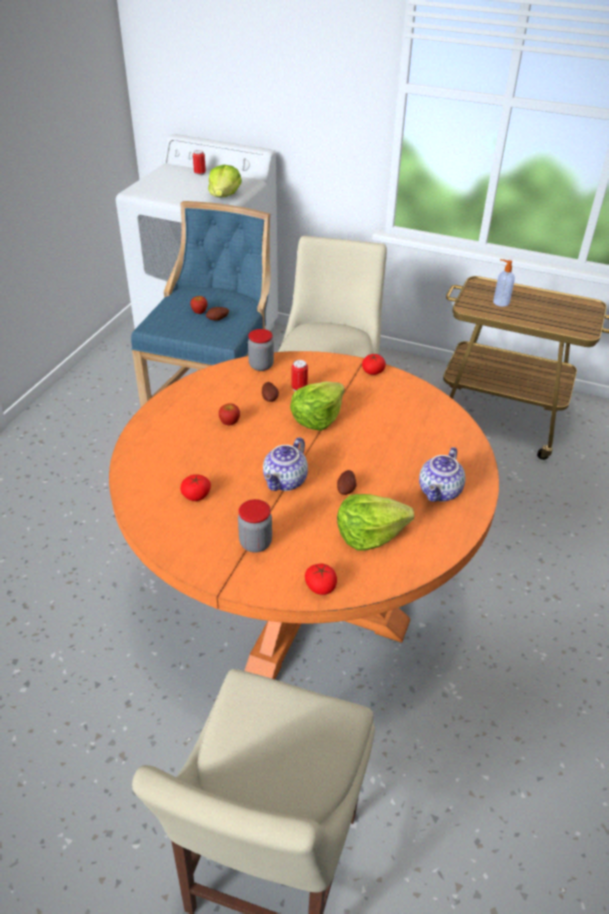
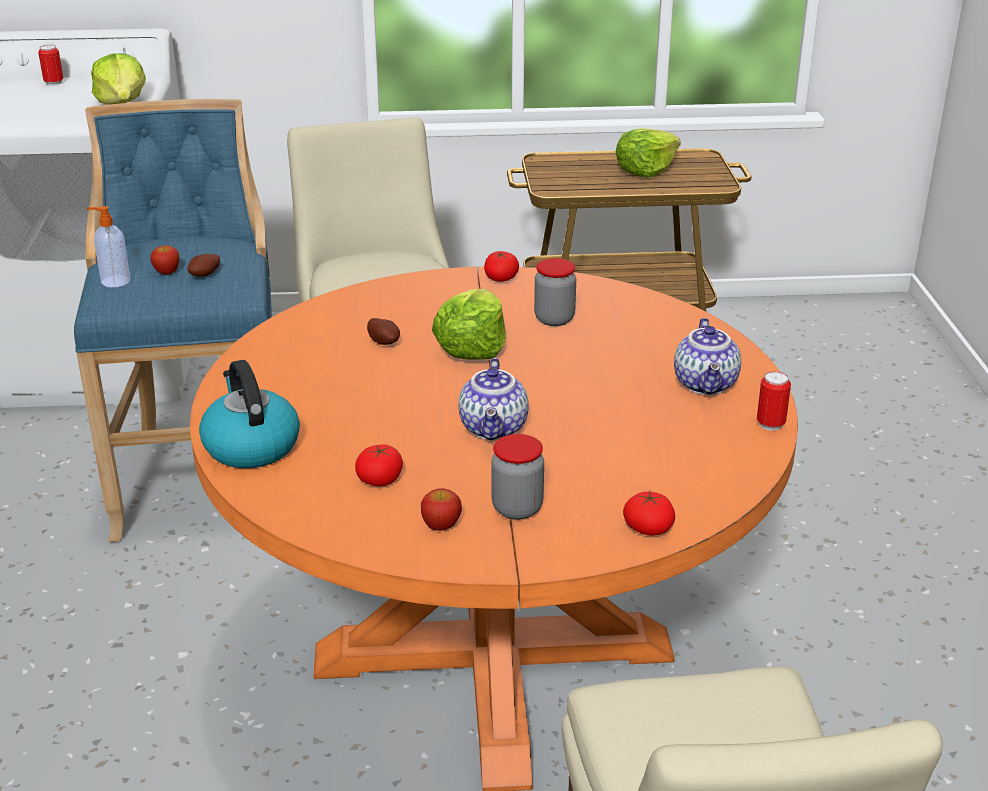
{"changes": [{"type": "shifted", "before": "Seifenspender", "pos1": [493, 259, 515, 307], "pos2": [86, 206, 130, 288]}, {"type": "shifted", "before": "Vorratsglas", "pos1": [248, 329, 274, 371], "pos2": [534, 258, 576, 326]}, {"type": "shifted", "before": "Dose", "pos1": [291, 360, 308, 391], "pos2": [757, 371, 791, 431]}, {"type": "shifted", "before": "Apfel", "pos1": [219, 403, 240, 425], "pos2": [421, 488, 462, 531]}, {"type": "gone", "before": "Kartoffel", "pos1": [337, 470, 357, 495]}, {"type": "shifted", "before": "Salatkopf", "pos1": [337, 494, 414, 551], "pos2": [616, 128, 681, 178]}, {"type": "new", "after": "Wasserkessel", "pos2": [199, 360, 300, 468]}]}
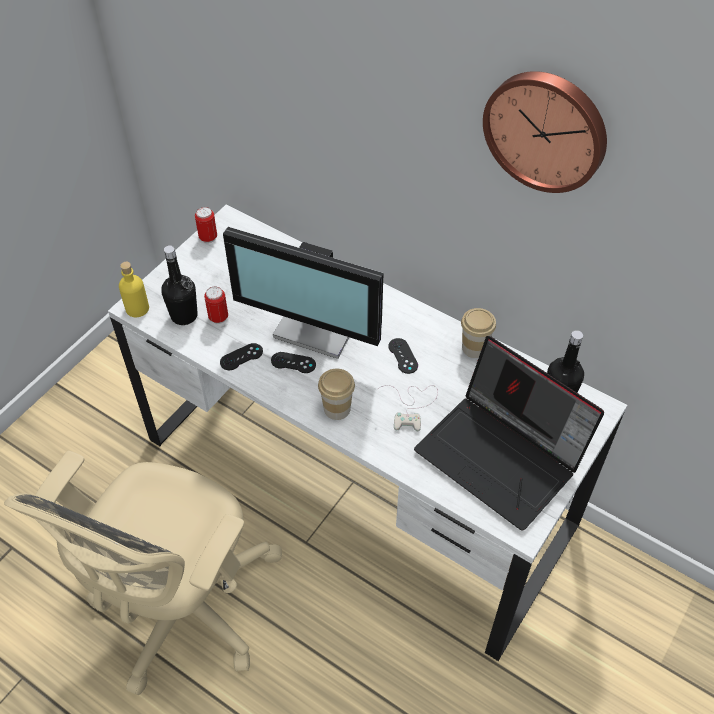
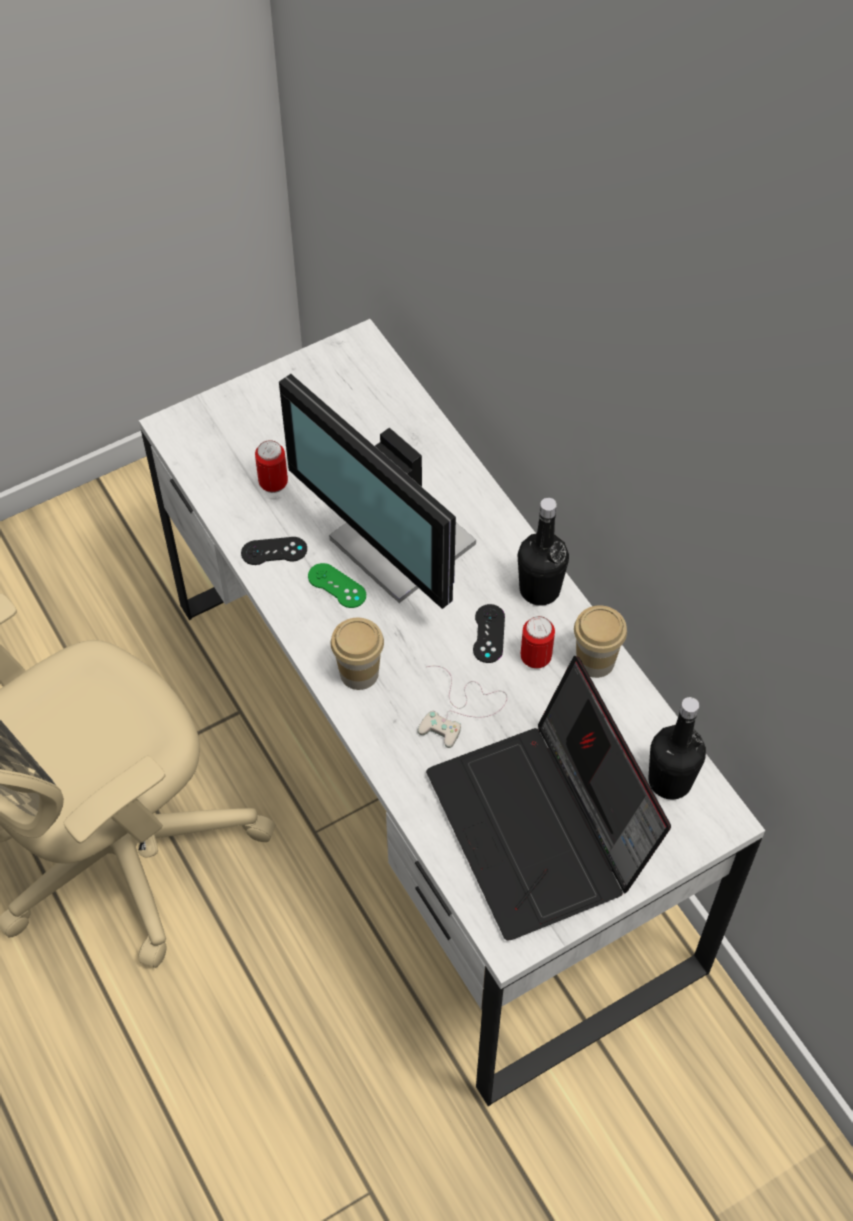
{"changes": [{"type": "gone", "before": "Wanduhr", "pos1": [483, 71, 607, 193]}, {"type": "shifted", "before": "Dose", "pos1": [195, 207, 217, 243], "pos2": [521, 616, 555, 669]}, {"type": "shifted", "before": "Flasche [schwarz]", "pos1": [162, 245, 198, 325], "pos2": [518, 498, 569, 606]}, {"type": "gone", "before": "Flasche [gelb]", "pos1": [119, 262, 149, 317]}, {"type": "repainted", "before": "Gamepad [schwarz]", "after": "Gamepad [grün]", "pos1": [271, 352, 316, 373], "pos2": [308, 563, 366, 608]}]}
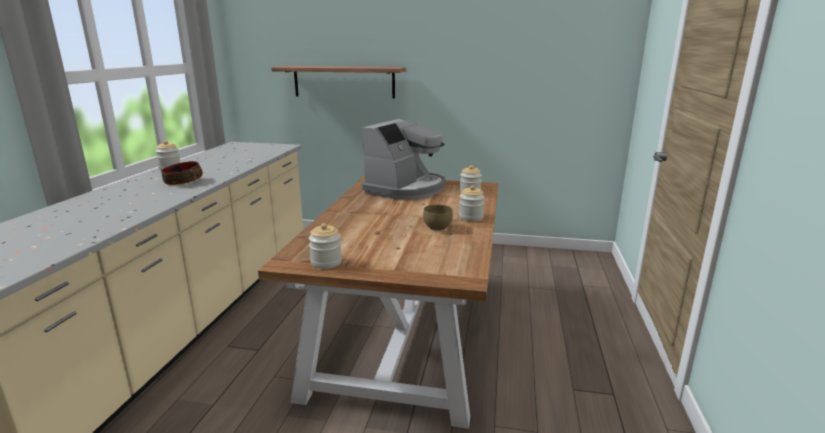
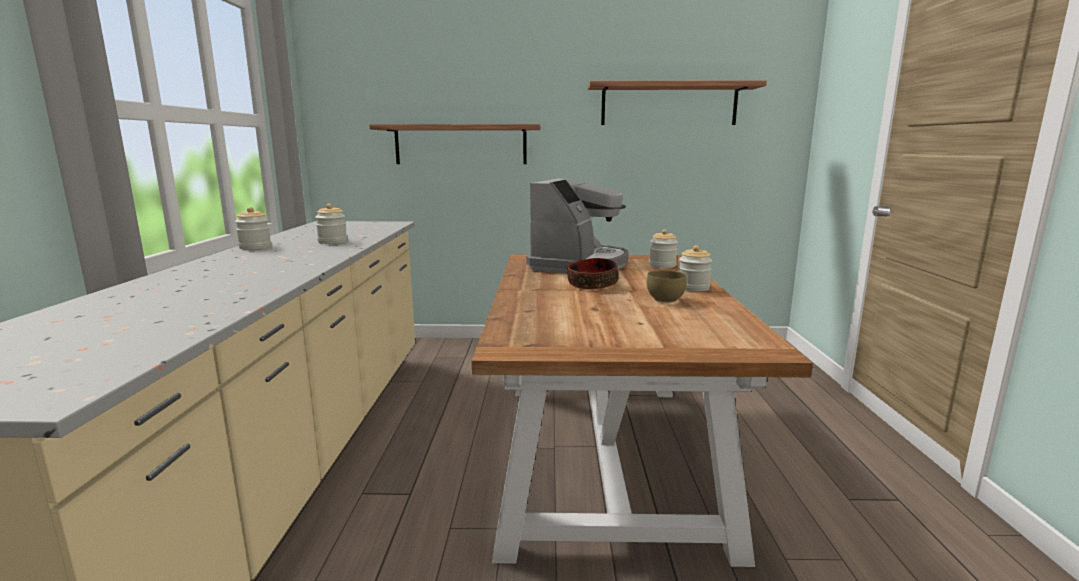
{"changes": [{"type": "shifted", "before": "Schüssel", "pos1": [161, 161, 203, 185], "pos2": [568, 258, 619, 290]}, {"type": "shifted", "before": "Vorratsglas", "pos1": [309, 223, 342, 269], "pos2": [315, 204, 347, 244]}, {"type": "new", "after": "Wandregal", "pos2": [588, 80, 767, 125]}]}
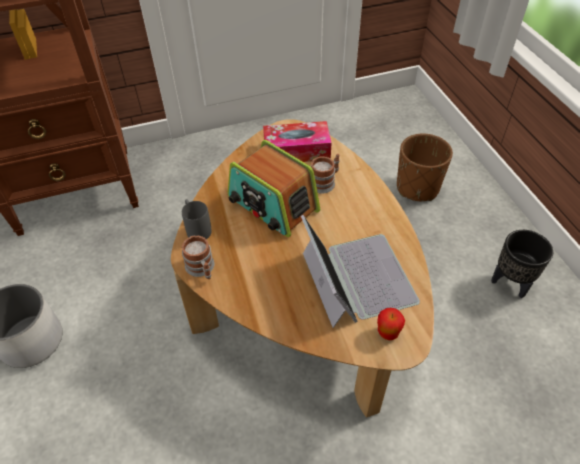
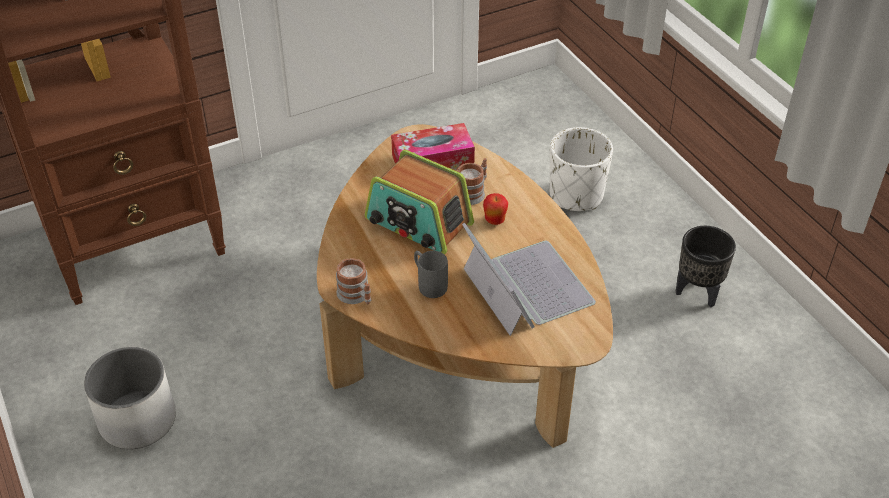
{"changes": [{"type": "repainted", "before": "Pflanzkübel [braun]", "after": "Pflanzkübel [weiß]", "pos1": [397, 134, 453, 201], "pos2": [550, 127, 613, 211]}, {"type": "shifted", "before": "Henkelbecher [grau]", "pos1": [182, 199, 212, 239], "pos2": [414, 251, 448, 298]}, {"type": "shifted", "before": "Apfel", "pos1": [377, 308, 405, 340], "pos2": [483, 193, 508, 225]}]}
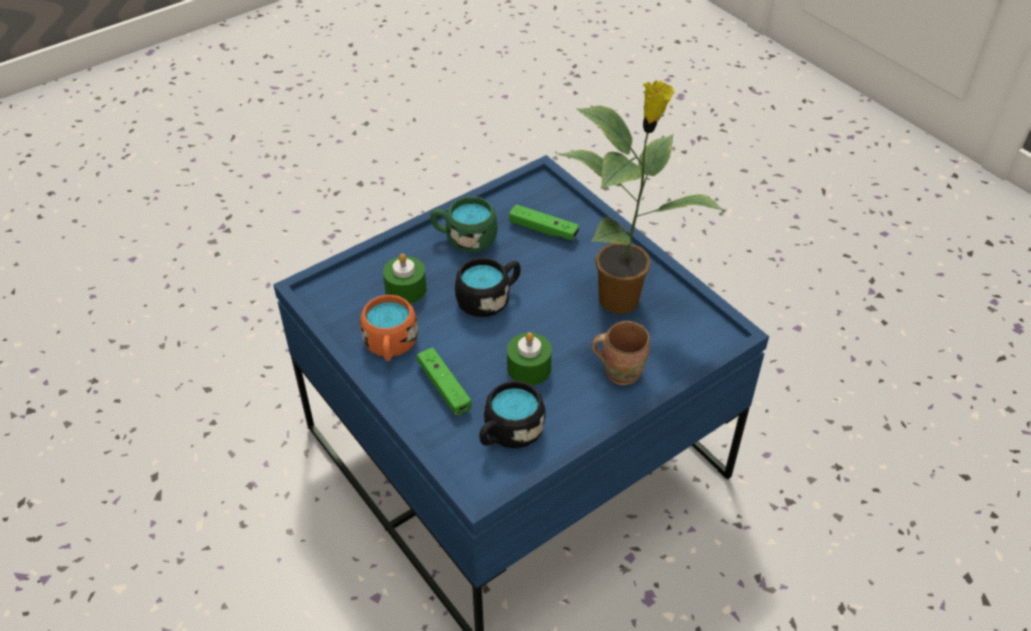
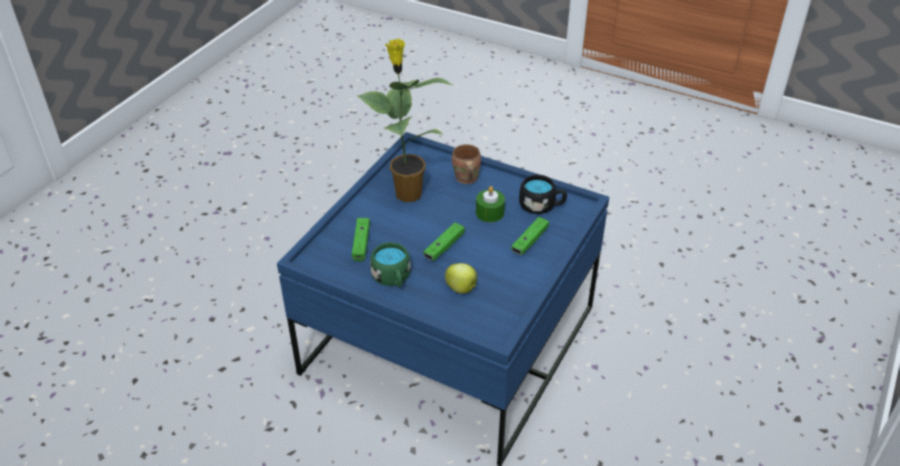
{"changes": [{"type": "swapped", "before": "Kerze [grün]", "after": "Apfel", "pos1": [383, 253, 427, 304], "pos2": [445, 263, 477, 293]}, {"type": "swapped", "before": "Henkelbecher [schwarz]", "after": "Gamepad [grün]", "pos1": [455, 258, 521, 317], "pos2": [423, 223, 465, 261]}, {"type": "gone", "before": "Henkelbecher [orange]", "pos1": [360, 295, 418, 362]}]}
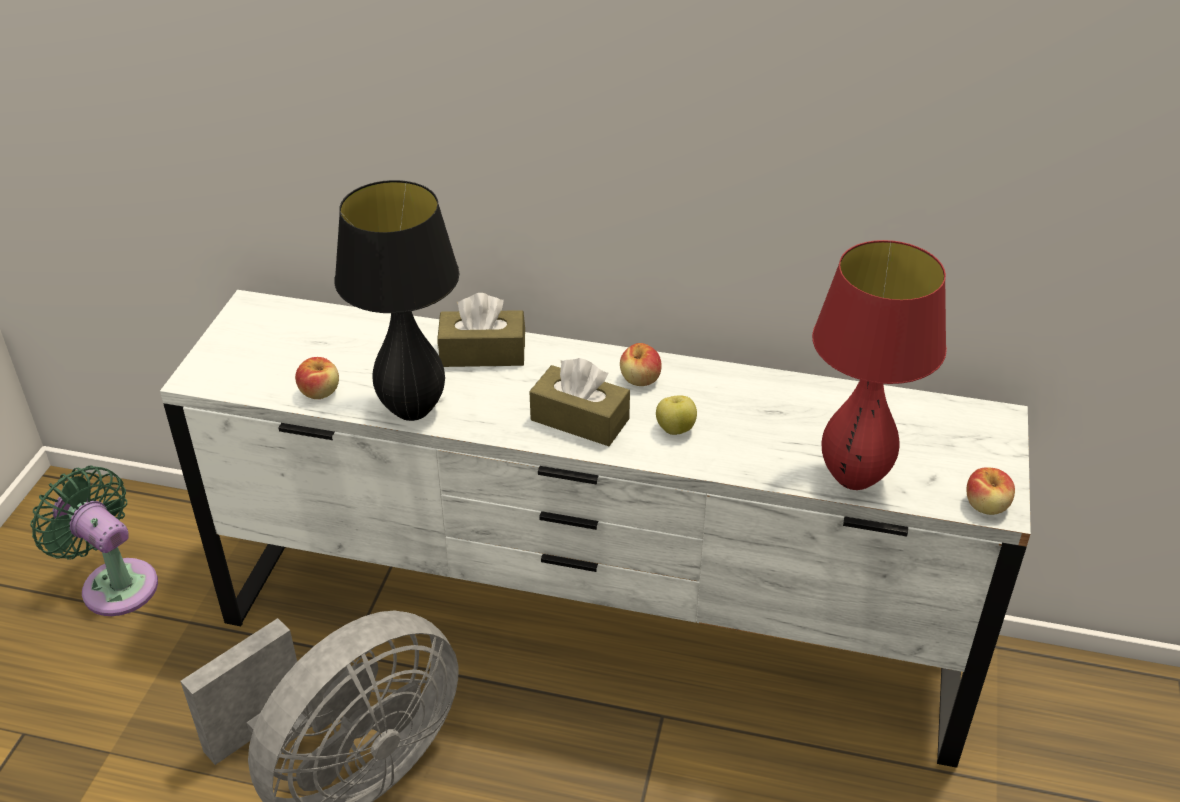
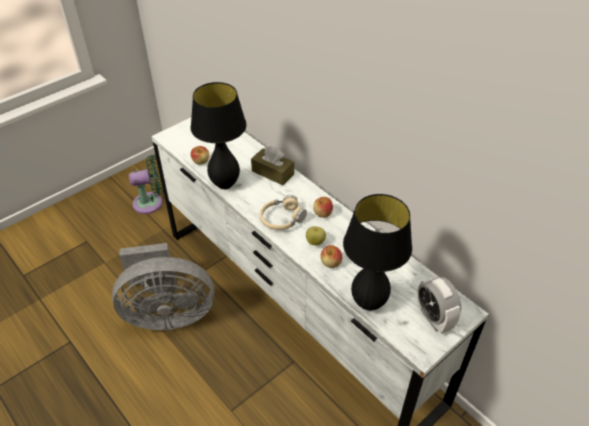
{"changes": [{"type": "repainted", "before": "Tischlampe [rot]", "after": "Tischlampe [schwarz]", "pos1": [812, 240, 947, 490], "pos2": [343, 194, 412, 310]}, {"type": "swapped", "before": "Taschentuchbox [braun]", "after": "Kopfhörer [beige]", "pos1": [529, 358, 630, 446], "pos2": [260, 195, 307, 230]}, {"type": "rotated", "before": "Ventilator [grün]", "pos1": [31, 466, 158, 616], "pos2": [129, 155, 164, 214], "turn": 90}, {"type": "shifted", "before": "Apfel", "pos1": [966, 467, 1015, 515], "pos2": [320, 245, 342, 268]}, {"type": "new", "after": "Wecker", "pos2": [417, 276, 461, 334]}]}
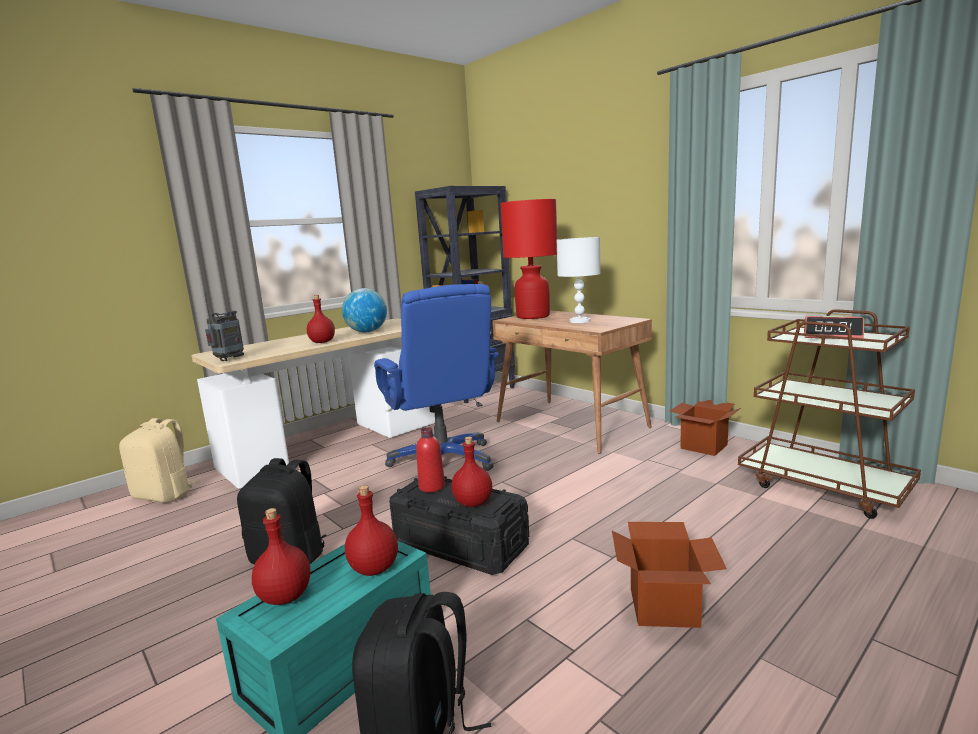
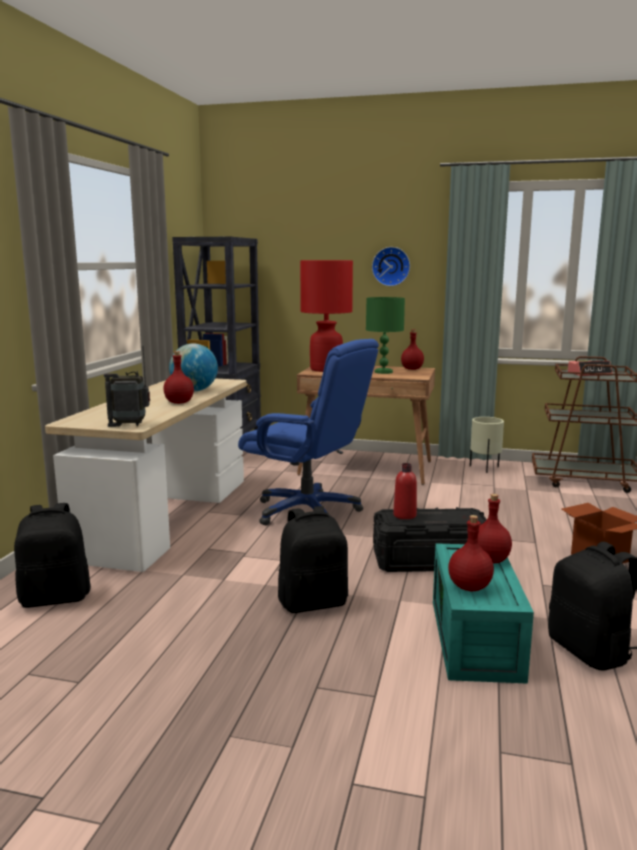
{"changes": [{"type": "repainted", "before": "Tischlampe [weiß]", "after": "Tischlampe [grün]", "pos1": [557, 237, 601, 323], "pos2": [366, 297, 405, 374]}, {"type": "rotated", "before": "Radio", "pos1": [204, 292, 244, 361], "pos2": [104, 346, 150, 427], "turn": -90}, {"type": "swapped", "before": "Karton", "after": "Pflanzkübel [beige]", "pos1": [670, 400, 741, 456], "pos2": [470, 417, 504, 473]}, {"type": "repainted", "before": "Rucksack [beige]", "after": "Rucksack [schwarz]", "pos1": [119, 418, 200, 503], "pos2": [14, 503, 91, 608]}, {"type": "shifted", "before": "Flasche [rot]", "pos1": [451, 437, 492, 507], "pos2": [401, 329, 424, 370]}, {"type": "new", "after": "Wanduhr", "pos2": [372, 247, 410, 286]}]}
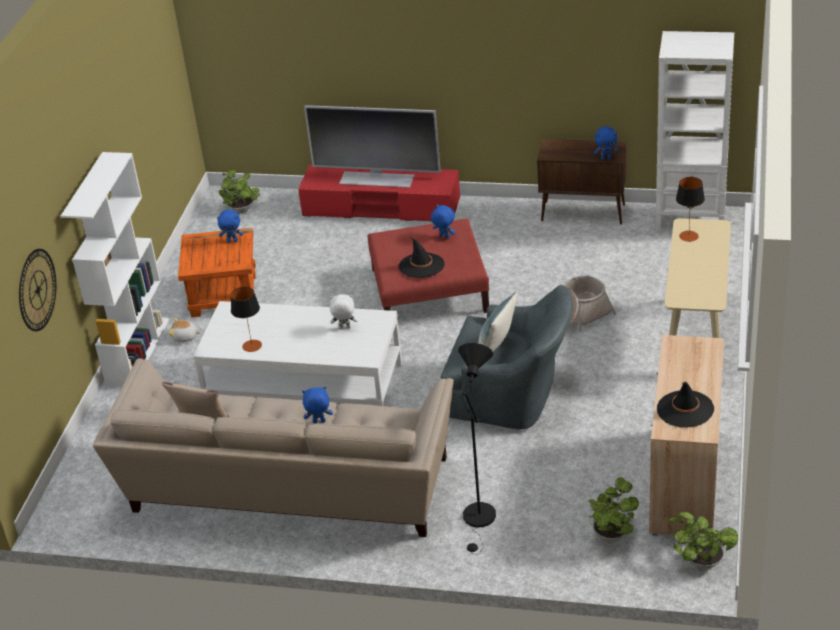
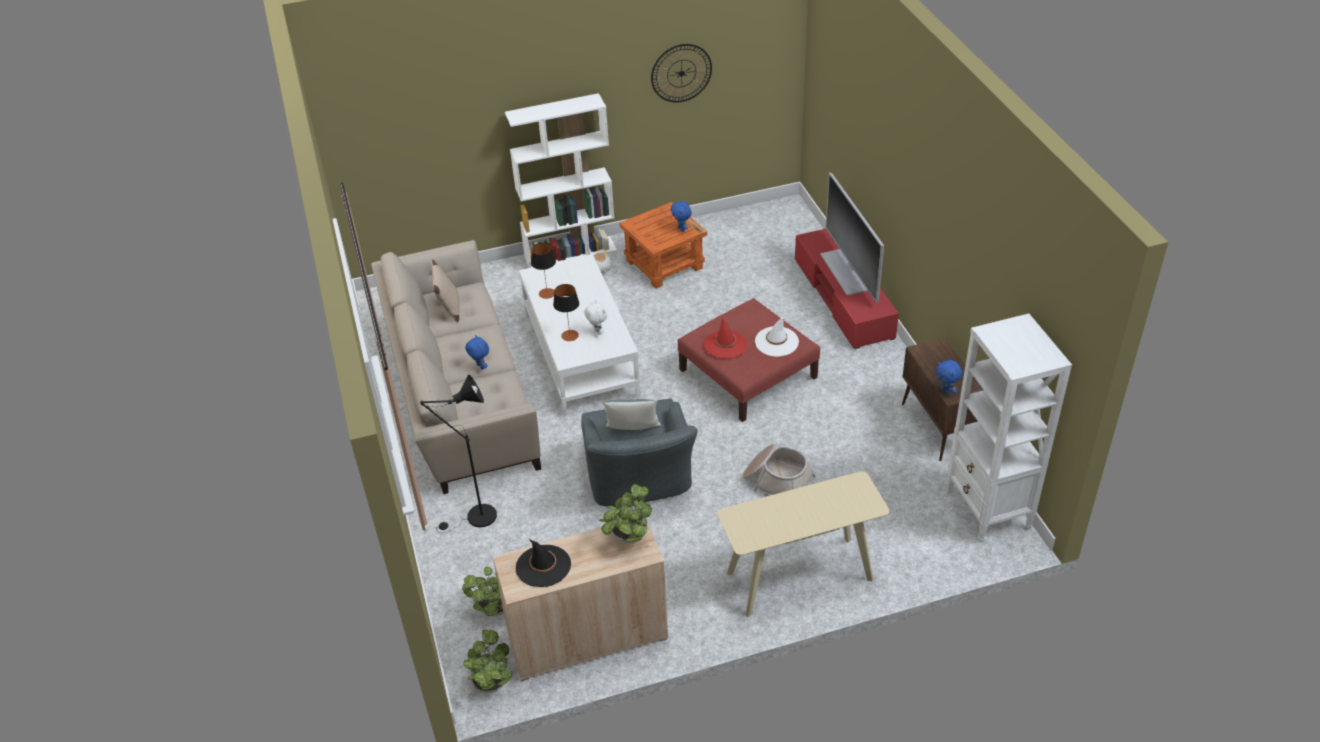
{"changes": [{"type": "shifted", "before": "Topfpflanze", "pos1": [218, 169, 260, 213], "pos2": [599, 484, 652, 543]}, {"type": "shifted", "before": "Tischlampe", "pos1": [676, 177, 705, 242], "pos2": [553, 284, 579, 341]}, {"type": "swapped", "before": "Plüschtier [blau]", "after": "Hut [weiß]", "pos1": [431, 204, 455, 239], "pos2": [755, 318, 799, 357]}, {"type": "repainted", "before": "Hut [schwarz]", "after": "Hut [rot]", "pos1": [398, 237, 445, 278], "pos2": [704, 315, 748, 359]}, {"type": "shifted", "before": "Wanduhr", "pos1": [19, 249, 56, 331], "pos2": [651, 44, 712, 102]}]}
